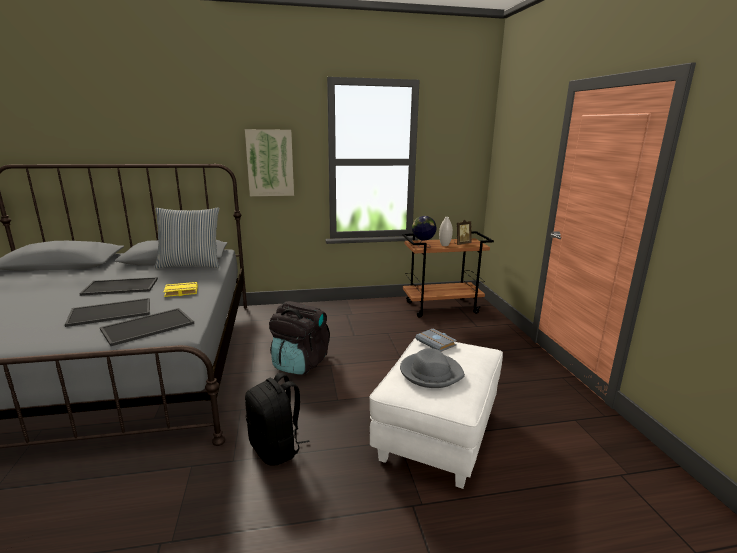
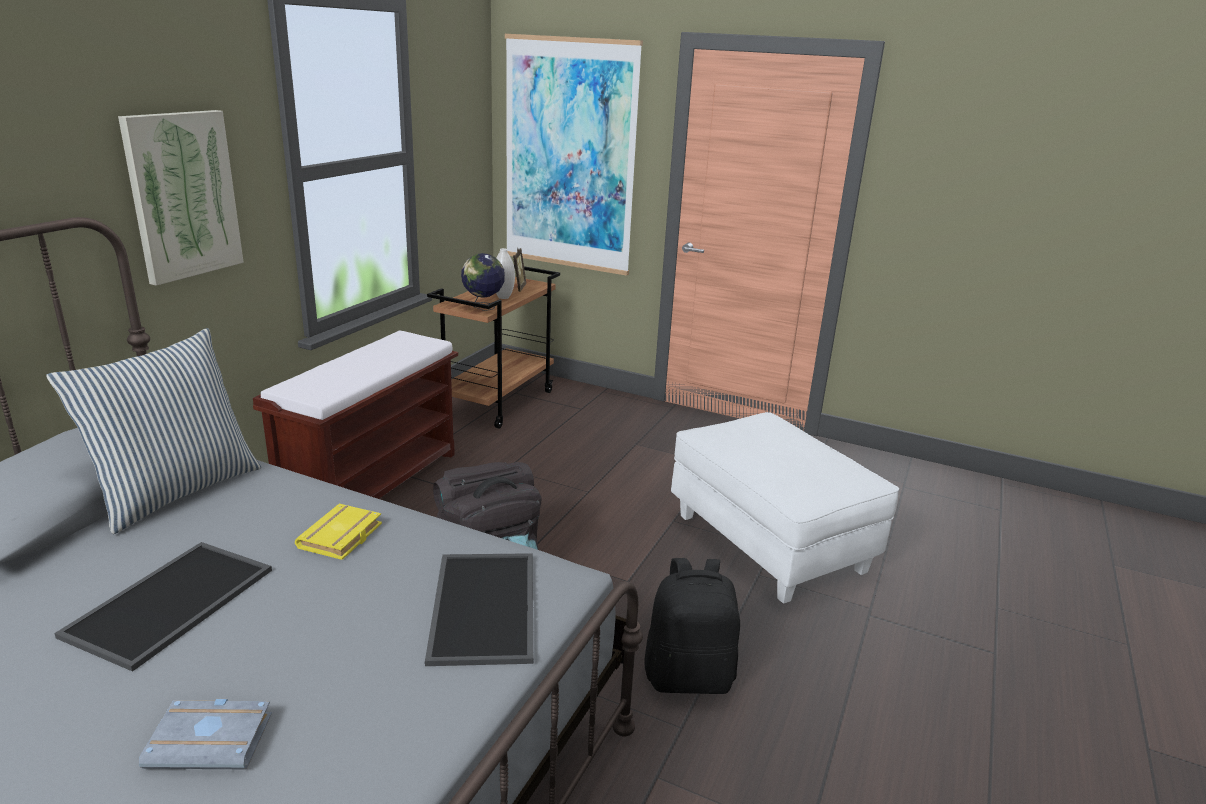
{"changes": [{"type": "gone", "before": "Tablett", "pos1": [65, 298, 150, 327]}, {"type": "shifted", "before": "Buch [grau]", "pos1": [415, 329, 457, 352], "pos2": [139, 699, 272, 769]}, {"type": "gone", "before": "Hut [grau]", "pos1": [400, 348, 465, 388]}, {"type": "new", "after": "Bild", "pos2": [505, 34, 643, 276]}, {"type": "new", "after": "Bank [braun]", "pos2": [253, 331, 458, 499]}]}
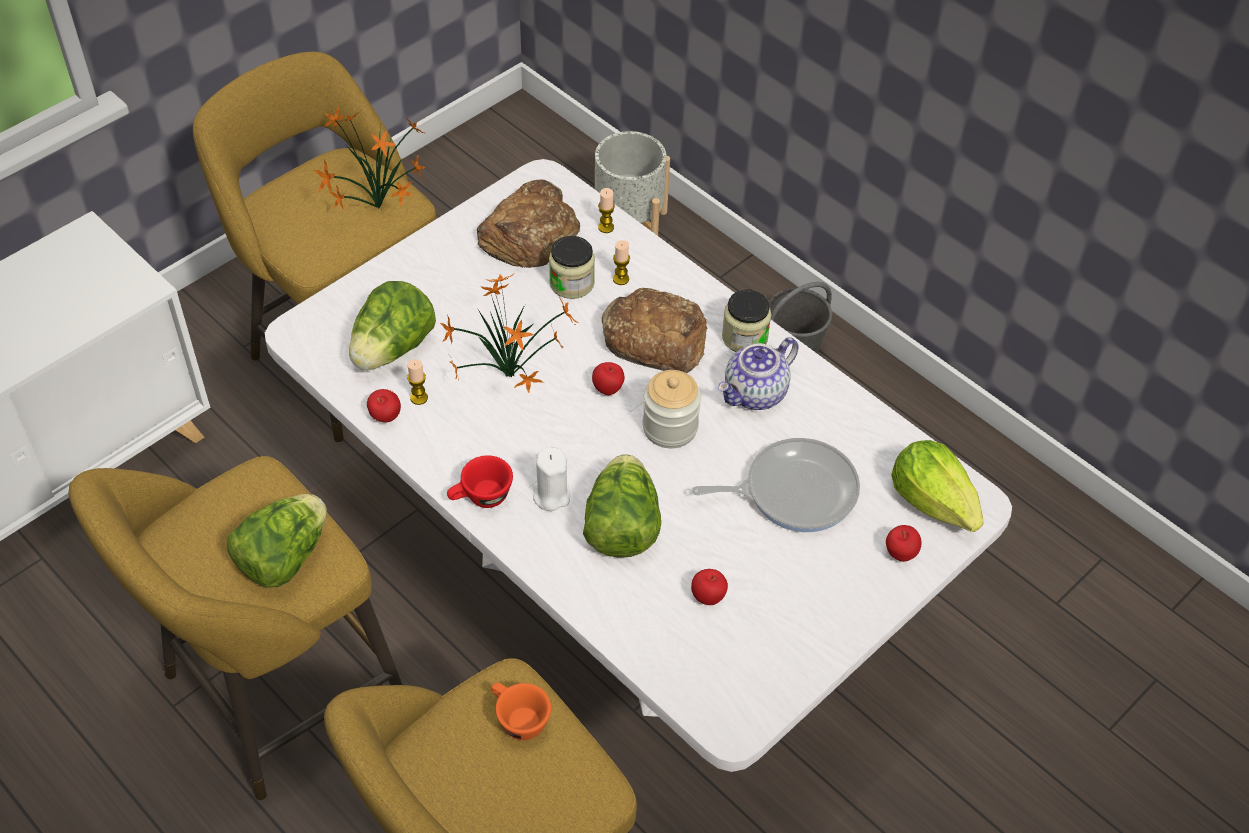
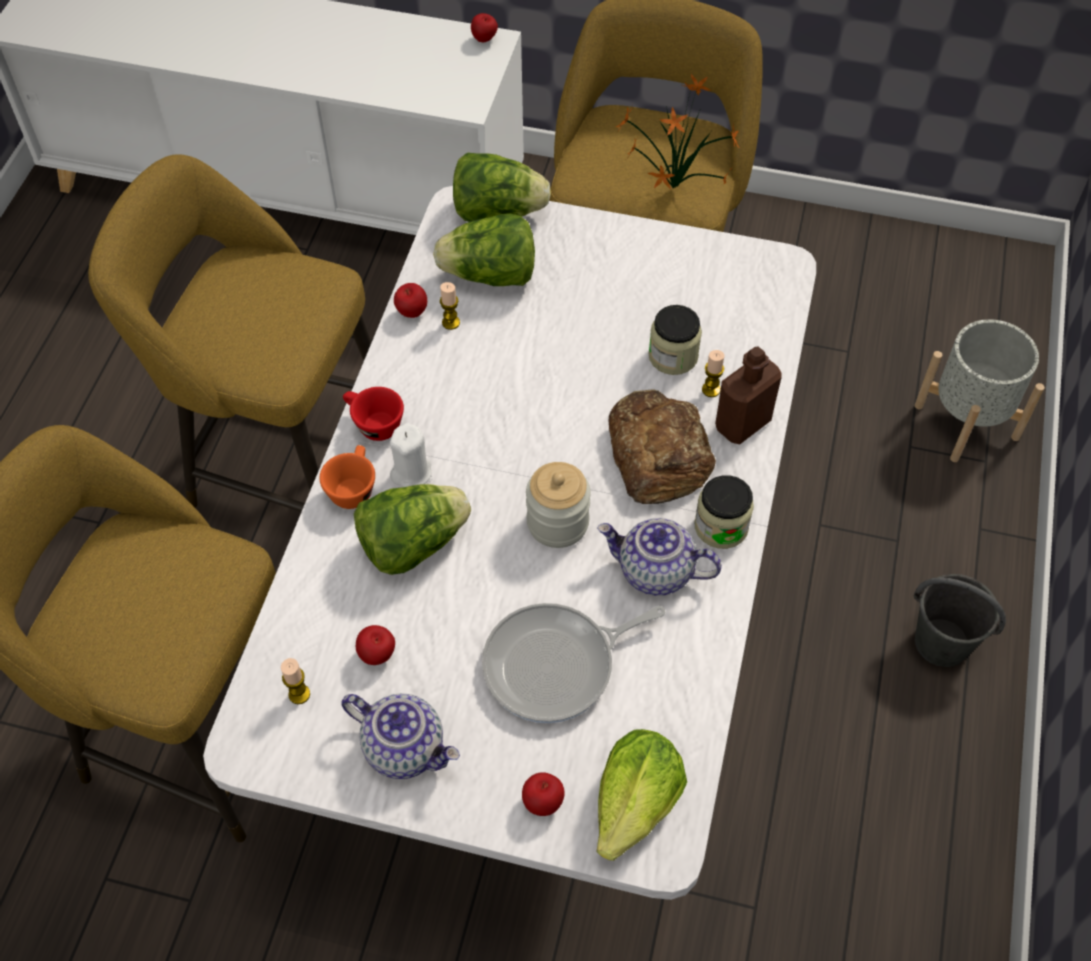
{"changes": [{"type": "gone", "before": "Brot", "pos1": [477, 180, 580, 268]}, {"type": "shifted", "before": "Kerze", "pos1": [598, 188, 615, 233], "pos2": [281, 658, 310, 704]}, {"type": "gone", "before": "Topfpflanze", "pos1": [440, 274, 579, 393]}, {"type": "shifted", "before": "Apfel", "pos1": [592, 362, 625, 395], "pos2": [471, 13, 498, 42]}, {"type": "rotated", "before": "Pfanne", "pos1": [692, 438, 860, 532], "pos2": [482, 603, 666, 723], "turn": 105}, {"type": "shifted", "before": "Salatkopf", "pos1": [227, 494, 327, 588], "pos2": [453, 153, 551, 222]}, {"type": "shifted", "before": "Tasse [orange]", "pos1": [491, 683, 551, 740], "pos2": [320, 445, 375, 509]}, {"type": "new", "after": "Flasche [braun]", "pos2": [715, 347, 782, 444]}, {"type": "new", "after": "Teekanne", "pos2": [341, 694, 460, 779]}]}
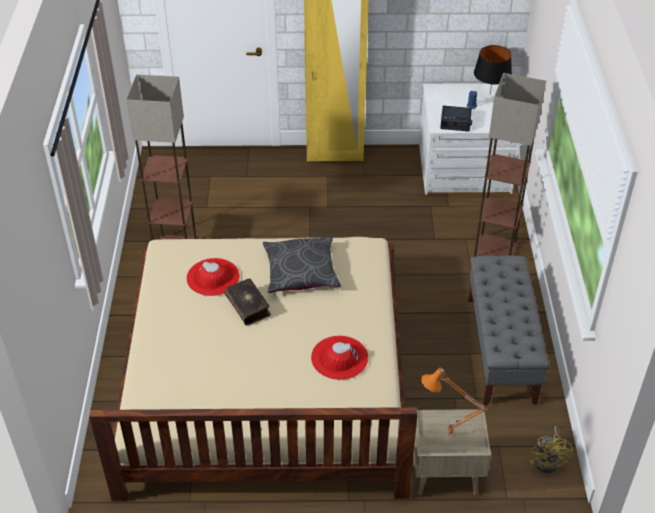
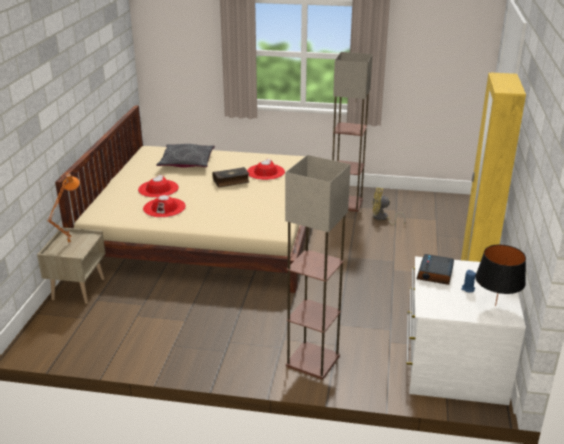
{"changes": [{"type": "shifted", "before": "Kissen [grau]", "pos1": [263, 237, 341, 293], "pos2": [156, 144, 215, 168]}, {"type": "gone", "before": "Bank [grau]", "pos1": [468, 256, 549, 405]}, {"type": "shifted", "before": "Ventilator [gelb]", "pos1": [529, 426, 573, 473], "pos2": [372, 187, 406, 225]}, {"type": "new", "after": "Hut [rot]", "pos2": [138, 175, 179, 198]}]}
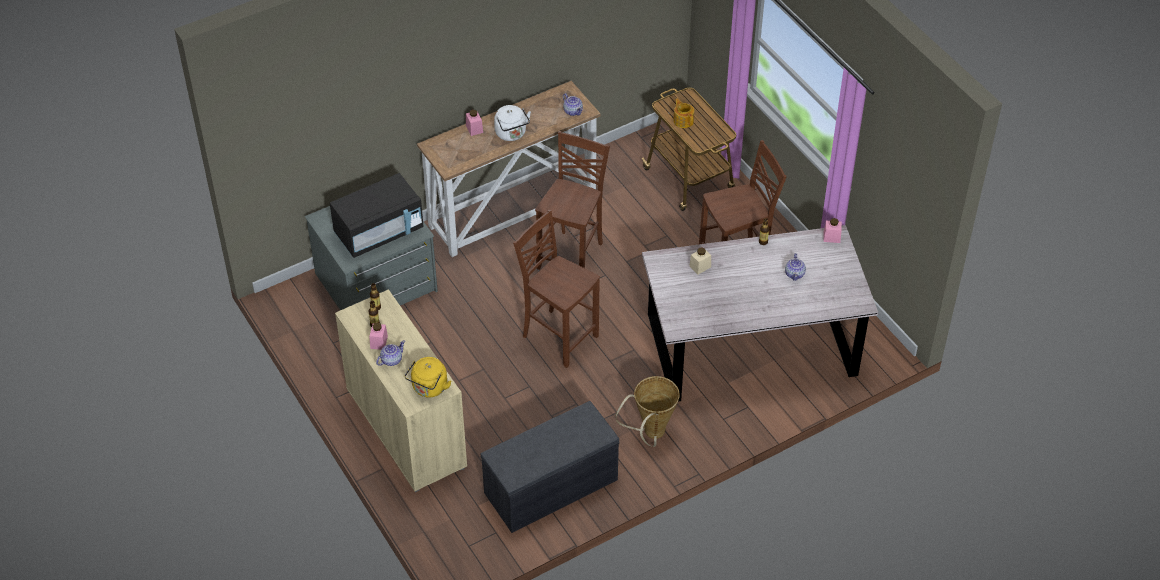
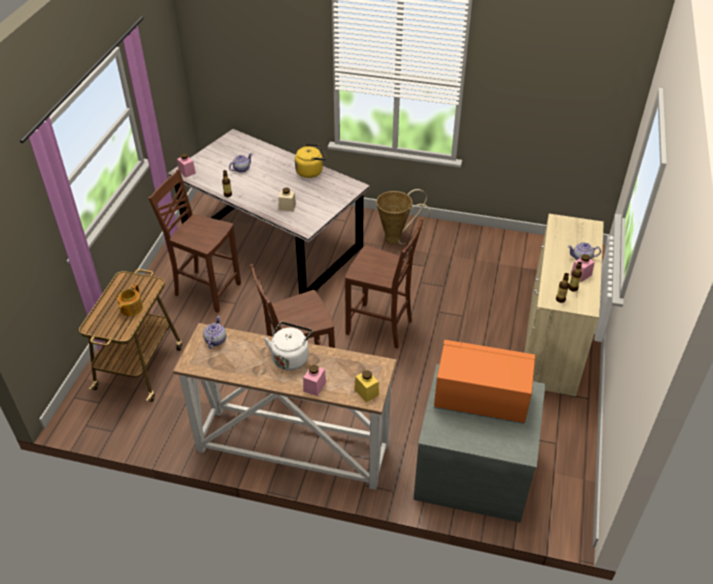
{"changes": [{"type": "repainted", "before": "Mikrowelle [schwarz]", "after": "Mikrowelle [orange]", "pos1": [330, 173, 424, 258], "pos2": [433, 340, 536, 424]}, {"type": "rotated", "before": "Stuhl [braun]", "pos1": [513, 209, 600, 368], "pos2": [345, 218, 424, 349], "turn": -60}, {"type": "shifted", "before": "Wasserkessel [gelb]", "pos1": [405, 357, 452, 397], "pos2": [295, 144, 327, 178]}, {"type": "gone", "before": "Bank [grau]", "pos1": [481, 401, 620, 533]}, {"type": "new", "after": "Vorratsglas [gelb]", "pos2": [355, 370, 379, 402]}]}
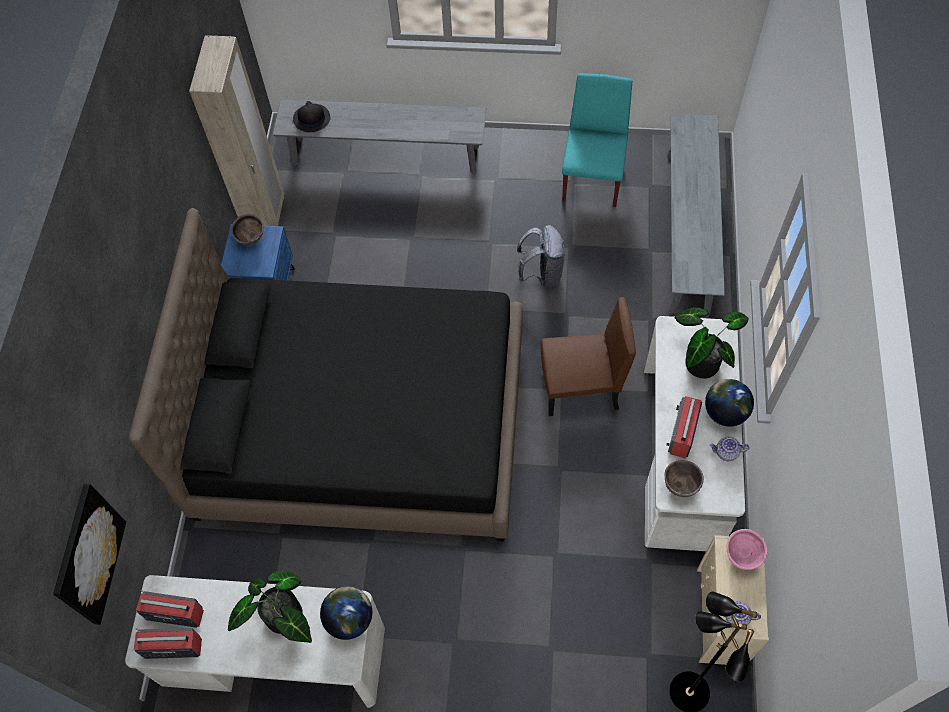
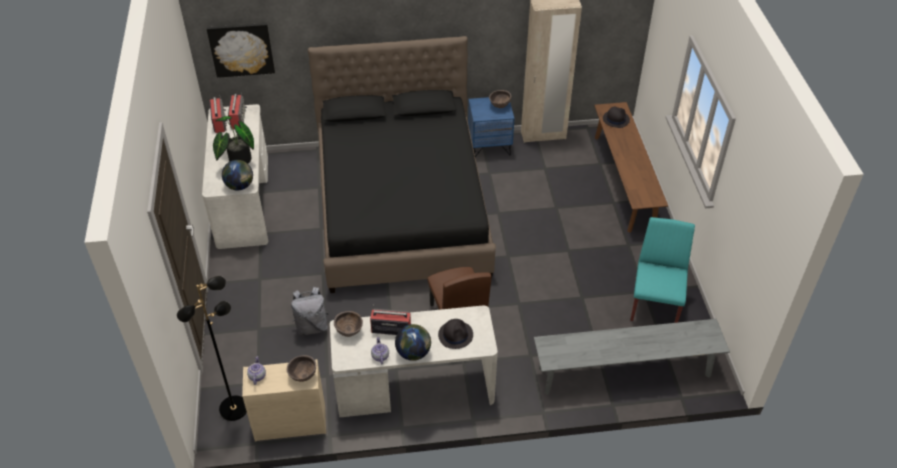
{"changes": [{"type": "rotated", "before": "Stuhl [türkis]", "pos1": [562, 73, 632, 207], "pos2": [630, 217, 695, 323], "turn": -75}, {"type": "repainted", "before": "Bank [grau]", "after": "Bank [braun]", "pos1": [273, 99, 486, 174], "pos2": [594, 102, 668, 233]}, {"type": "shifted", "before": "Rucksack [grau]", "pos1": [517, 225, 565, 288], "pos2": [291, 287, 329, 336]}, {"type": "swapped", "before": "Topfpflanze", "after": "Hut [schwarz]", "pos1": [675, 308, 749, 378], "pos2": [438, 319, 473, 349]}, {"type": "repainted", "before": "Schüssel [rosa]", "after": "Schüssel [braun]", "pos1": [726, 529, 767, 570], "pos2": [287, 355, 316, 382]}]}
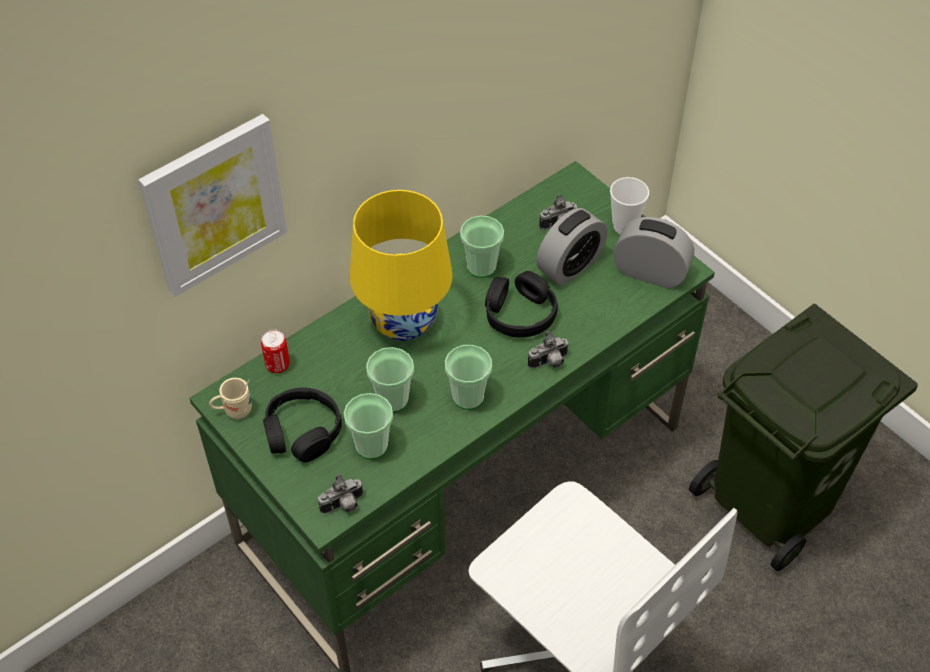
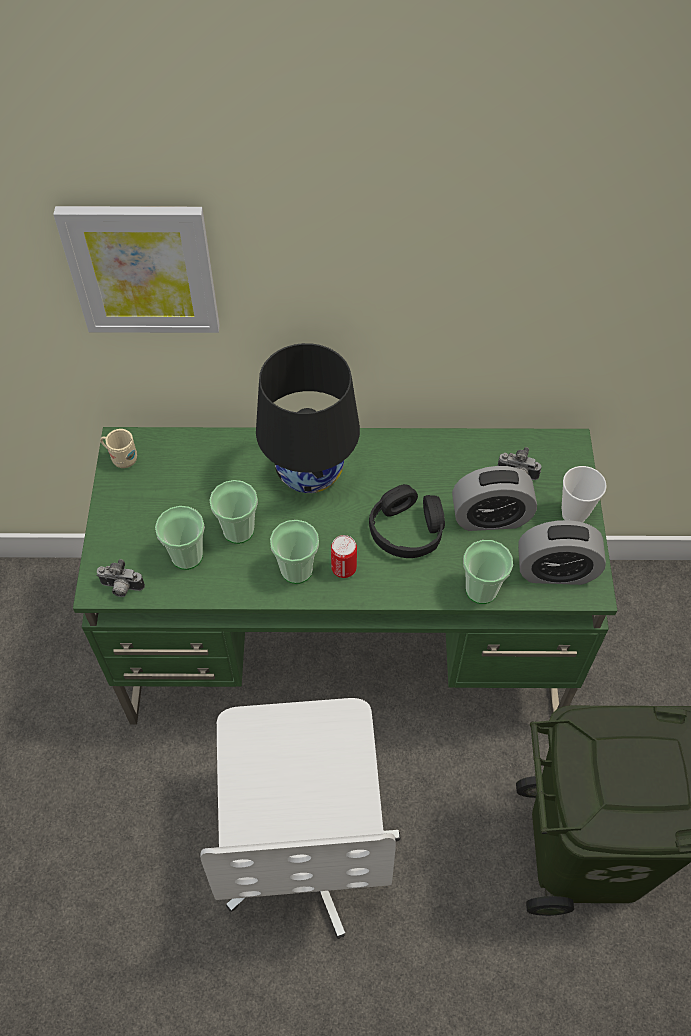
{"changes": [{"type": "repainted", "before": "Tischlampe [gelb]", "after": "Tischlampe [schwarz]", "pos1": [350, 190, 453, 341], "pos2": [256, 343, 360, 493]}, {"type": "shifted", "before": "Tasse", "pos1": [460, 216, 504, 278], "pos2": [463, 540, 513, 604]}, {"type": "rotated", "before": "Wecker", "pos1": [613, 217, 694, 289], "pos2": [518, 520, 606, 585], "turn": 120}, {"type": "shifted", "before": "Dose", "pos1": [261, 329, 290, 373], "pos2": [331, 535, 357, 578]}, {"type": "gone", "before": "Kamera", "pos1": [528, 331, 569, 369]}, {"type": "gone", "before": "Kopfhörer [schwarz]", "pos1": [263, 388, 342, 462]}]}
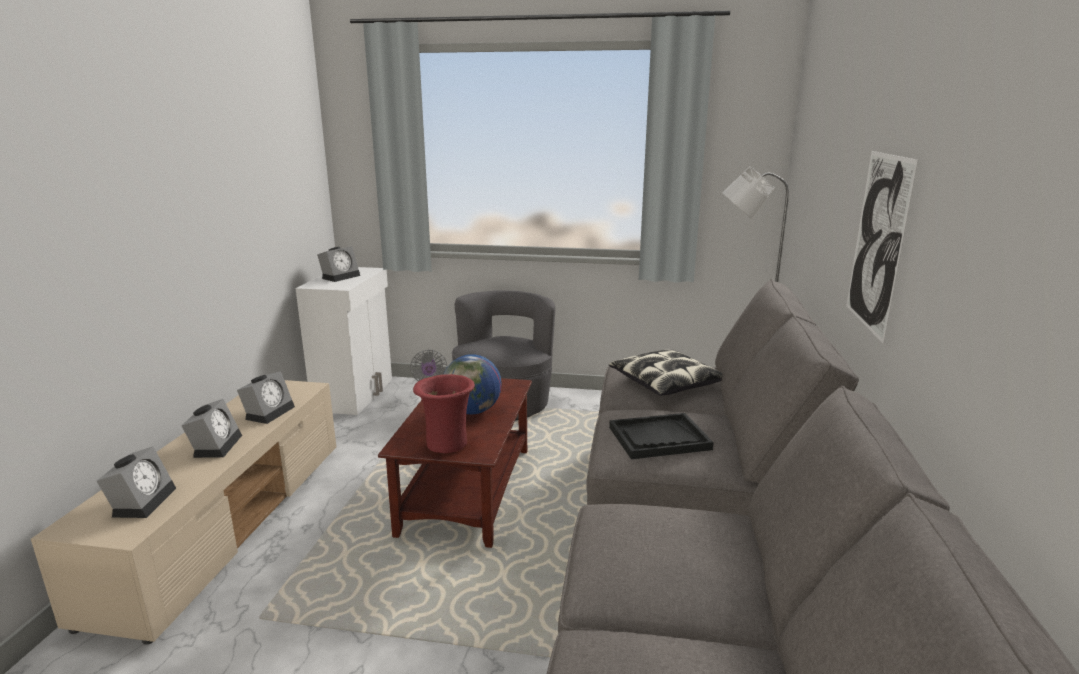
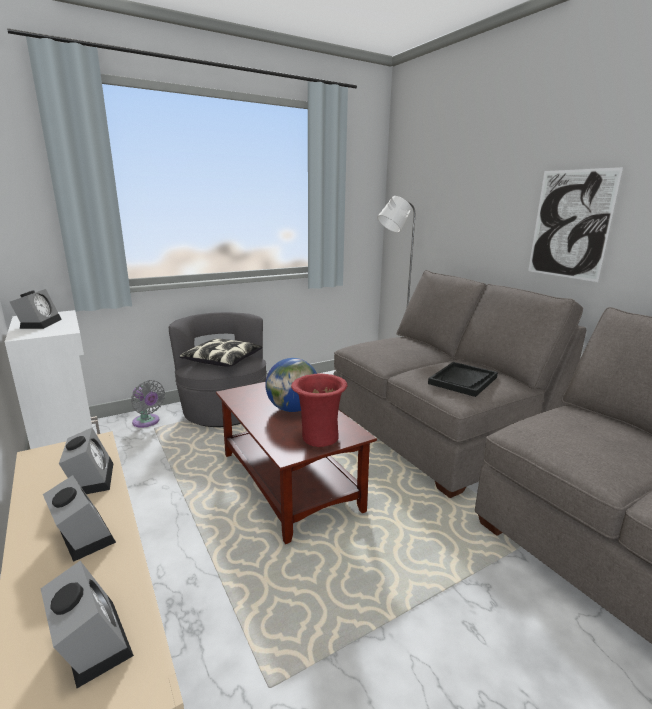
{"changes": [{"type": "shifted", "before": "Kissen", "pos1": [609, 350, 723, 396], "pos2": [179, 339, 263, 367]}]}
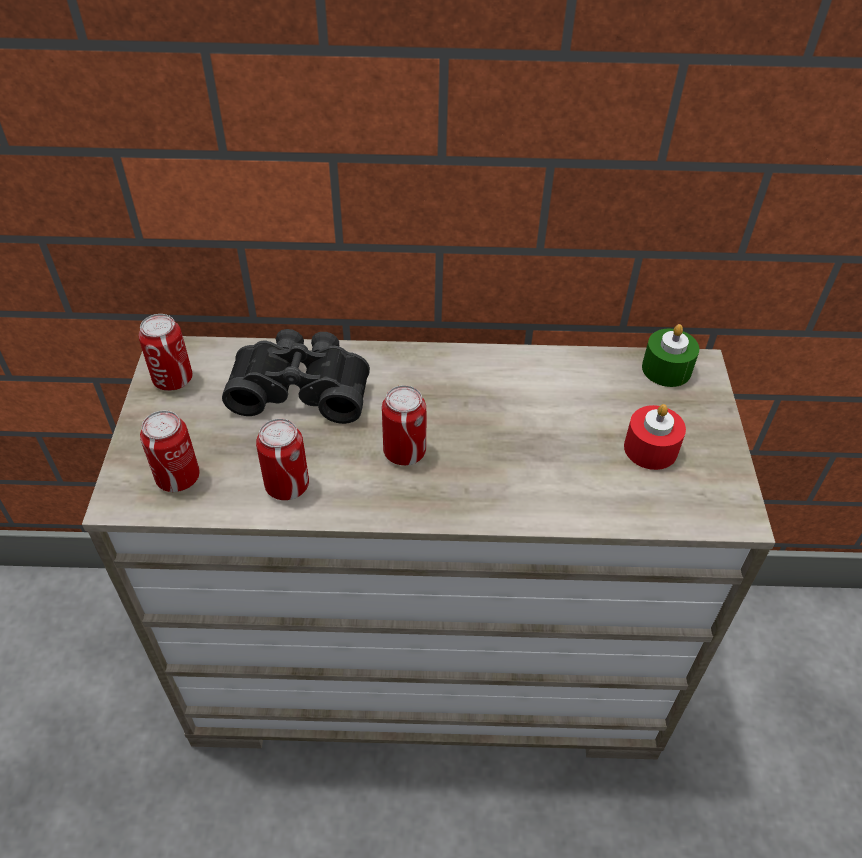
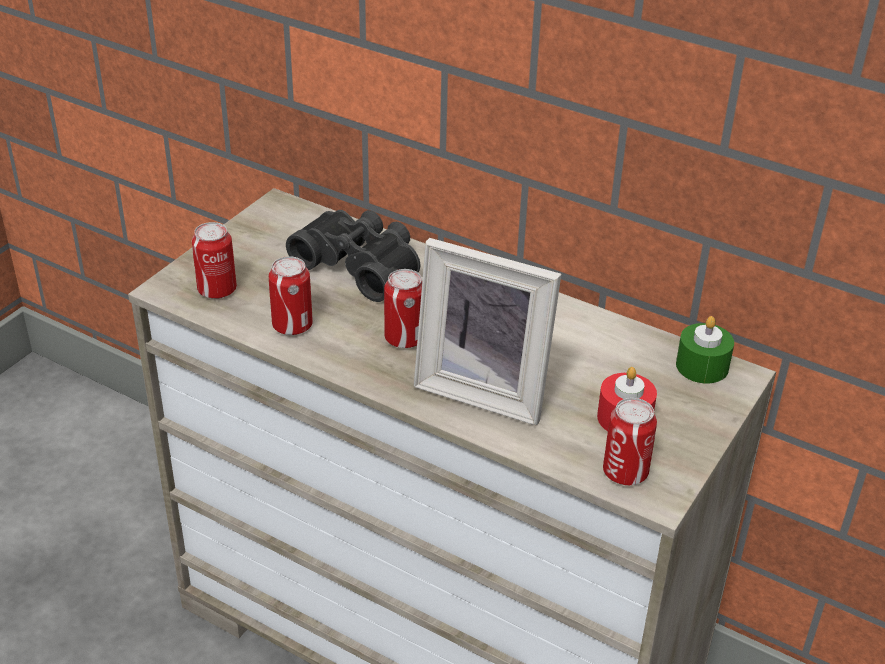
{"changes": [{"type": "shifted", "before": "Dose", "pos1": [139, 314, 193, 391], "pos2": [603, 398, 657, 485]}, {"type": "new", "after": "Bilderrahmen", "pos2": [414, 238, 561, 426]}]}
